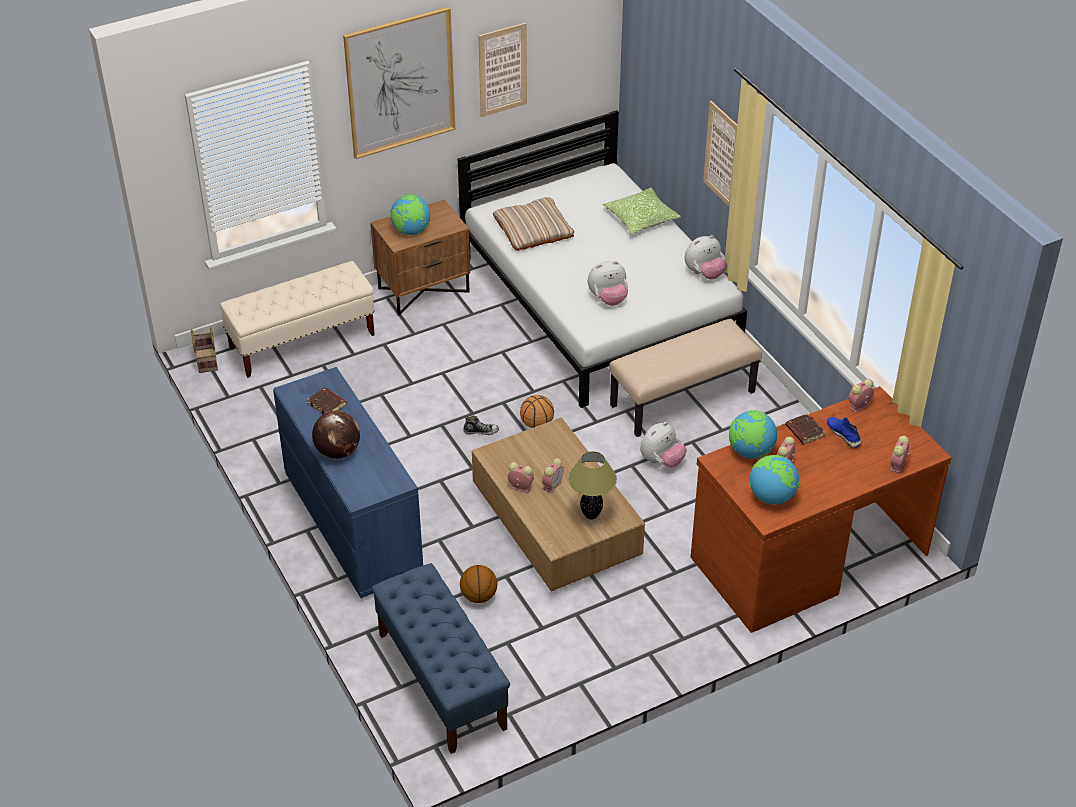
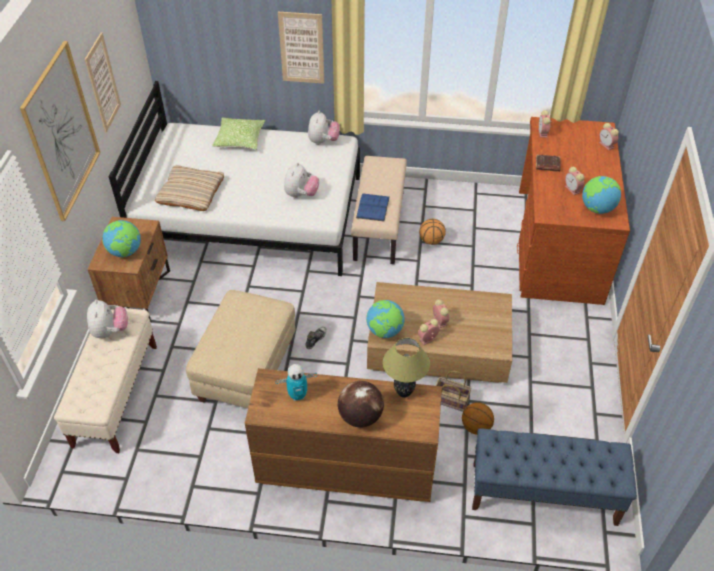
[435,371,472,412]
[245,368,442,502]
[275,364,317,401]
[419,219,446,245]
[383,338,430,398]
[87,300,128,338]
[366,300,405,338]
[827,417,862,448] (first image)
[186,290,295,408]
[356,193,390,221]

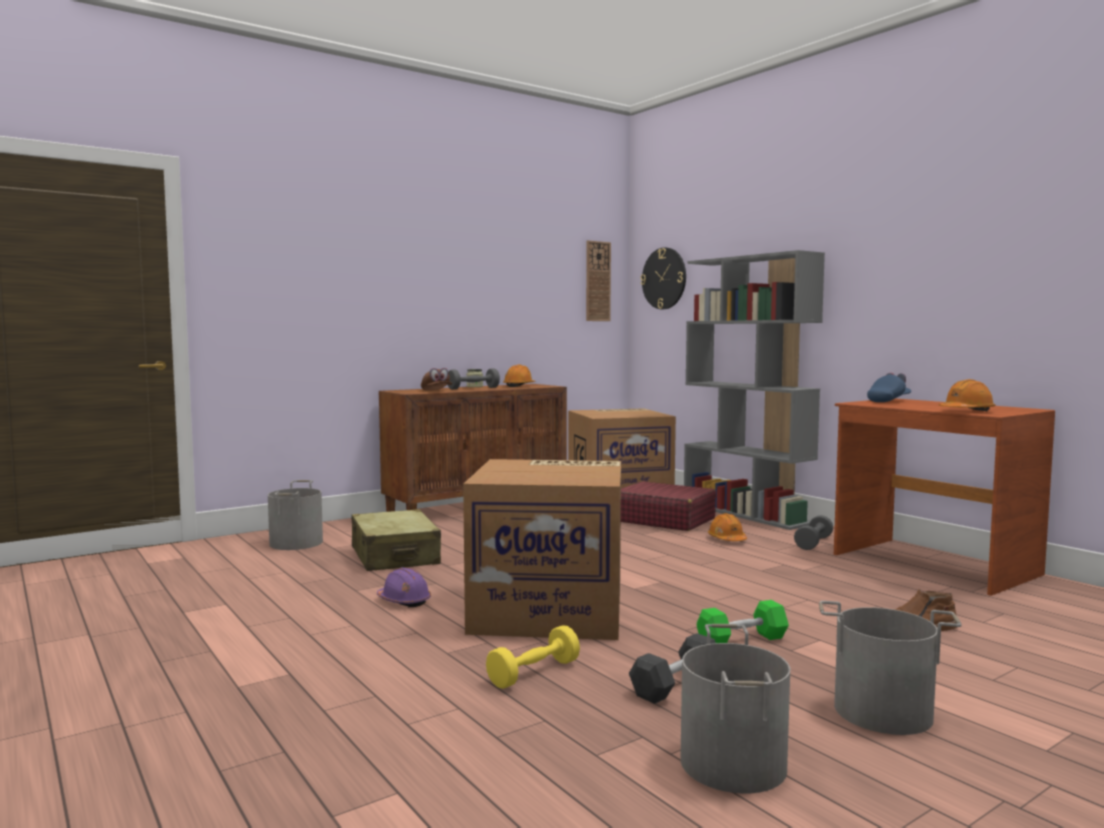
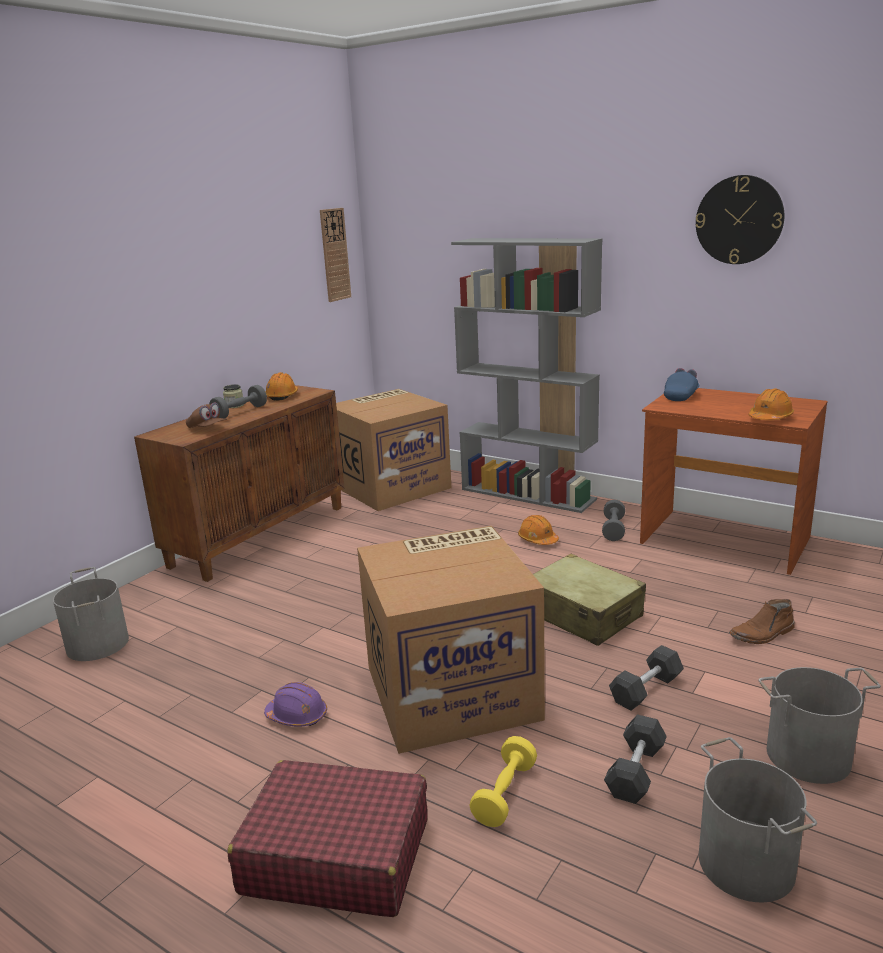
[533,554,646,646]
[227,760,428,917]
[695,175,784,264]
[609,645,684,711]

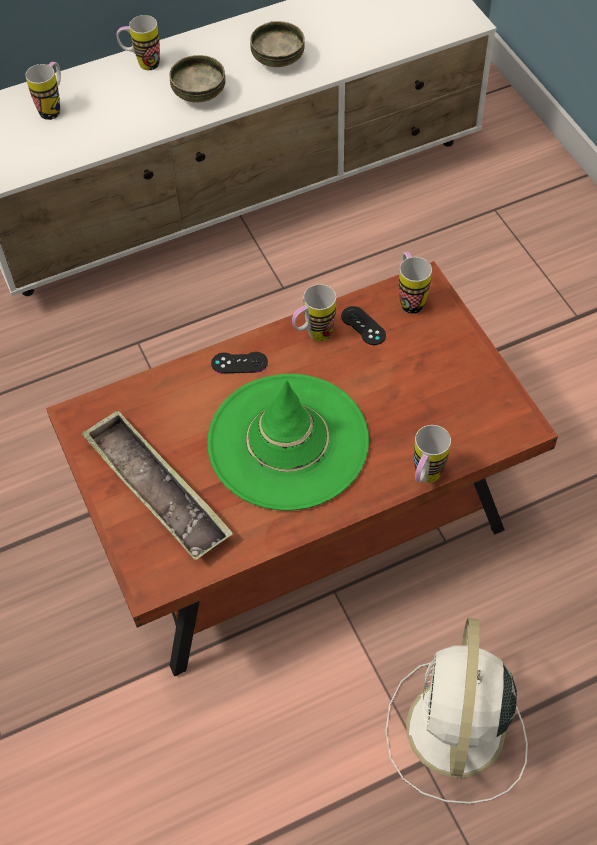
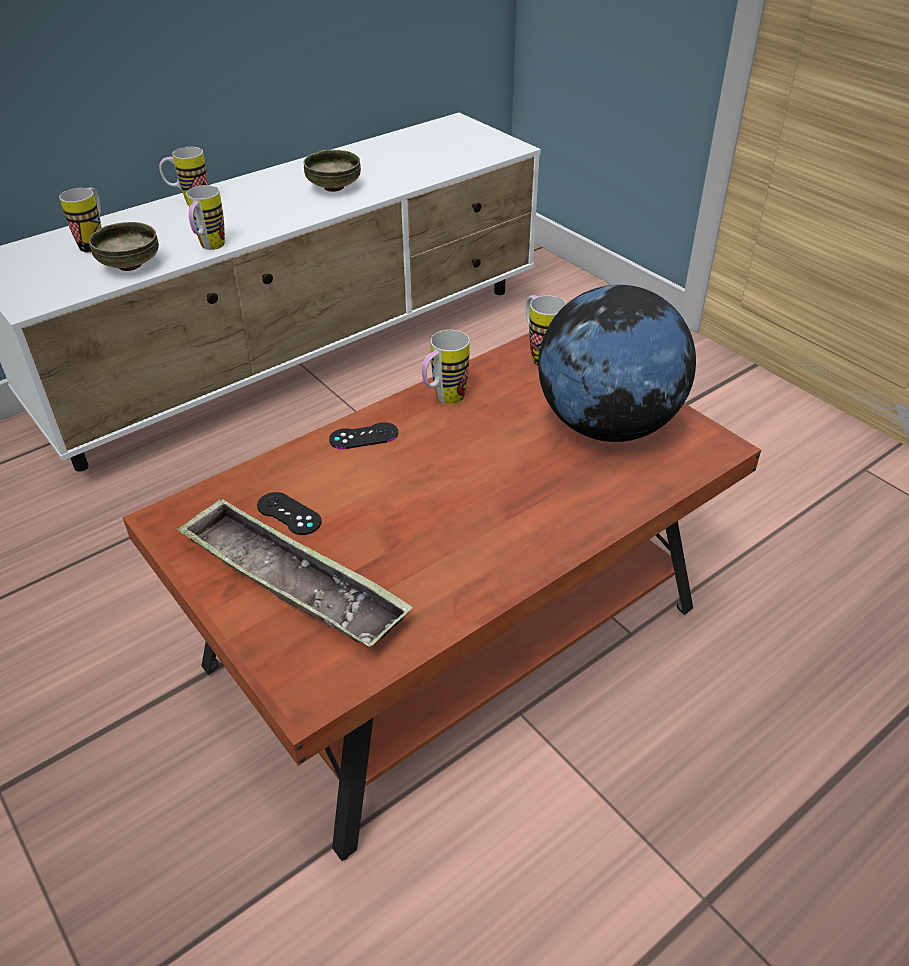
[89,222,159,271]
[207,374,369,511] (first image)
[257,492,322,535]
[385,618,528,804] (first image)
[186,185,225,250]
[538,285,696,442]

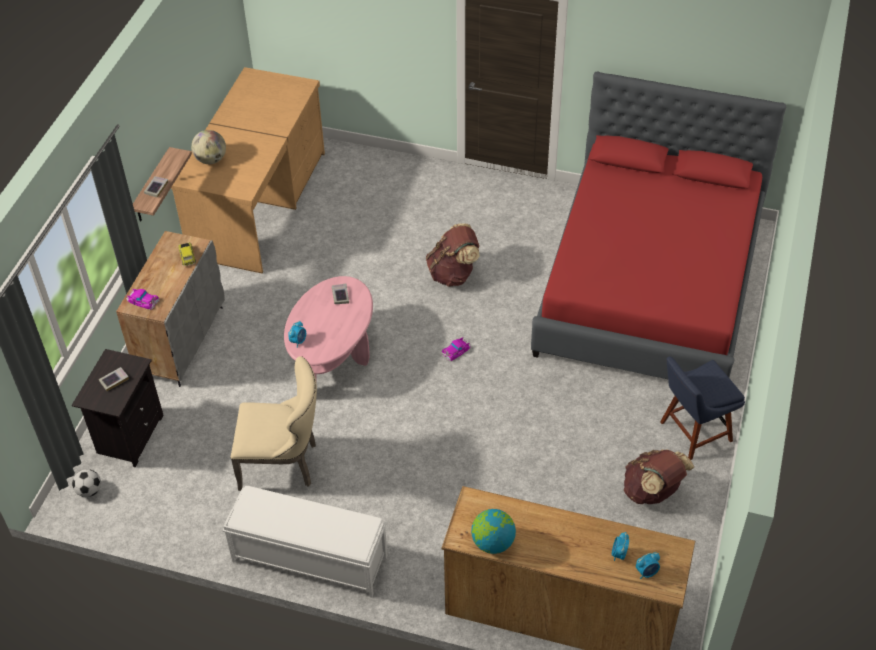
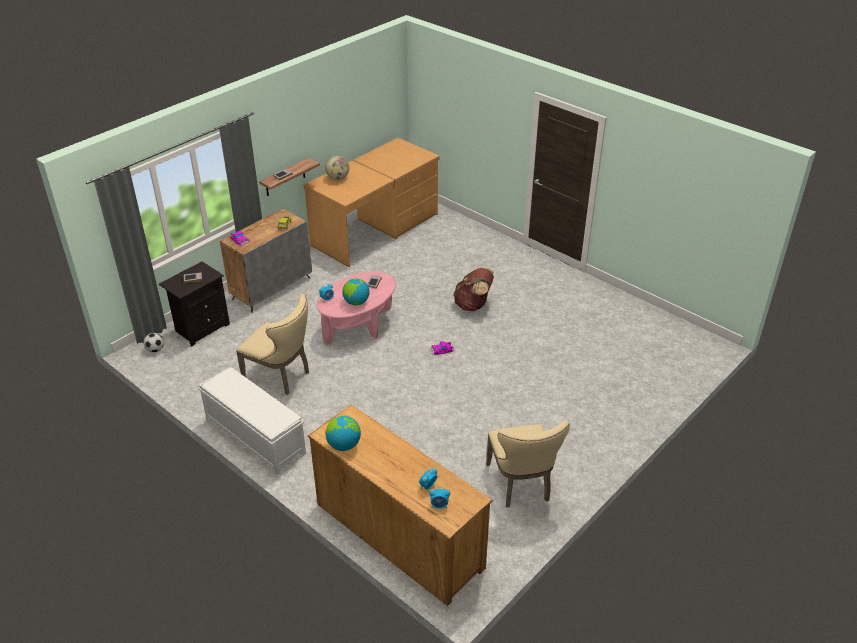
[531,72,786,379] (first image)
[486,421,570,507]
[660,356,745,460] (first image)
[342,278,369,306]

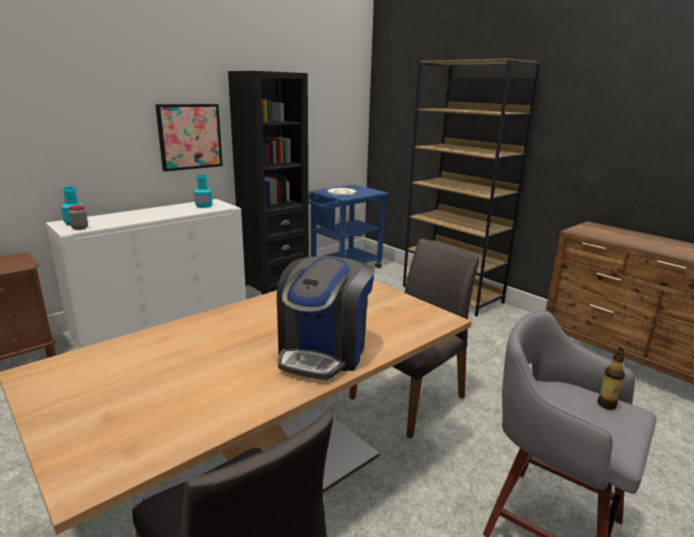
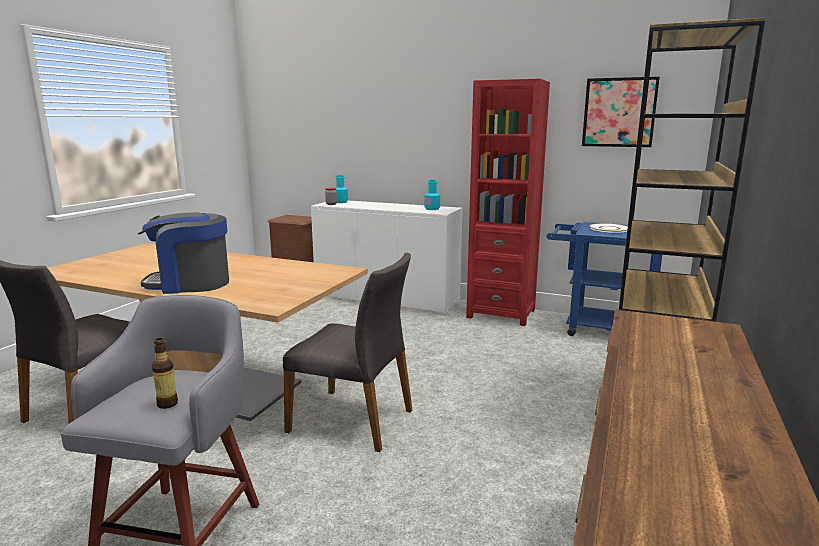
[582,77,660,147]
[466,79,550,326]

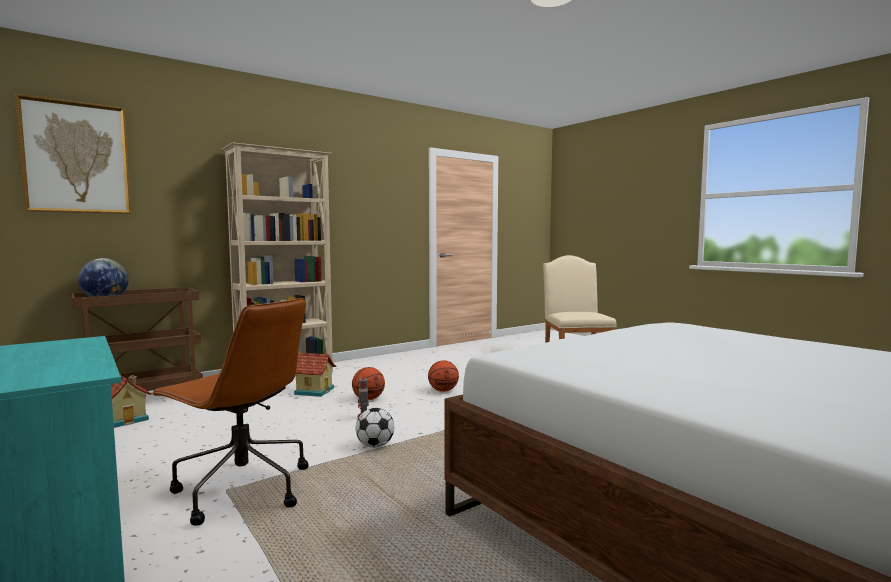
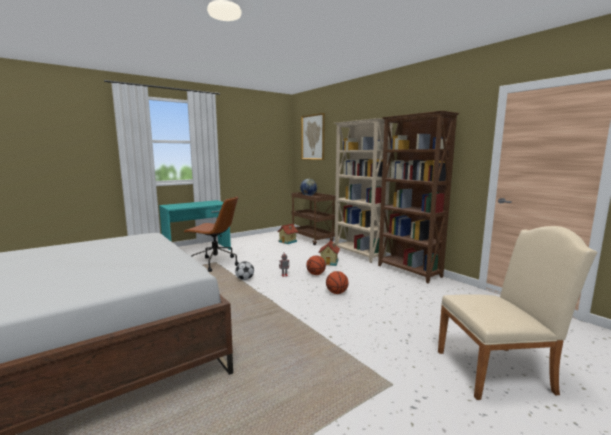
[184,196,239,272]
[378,111,459,283]

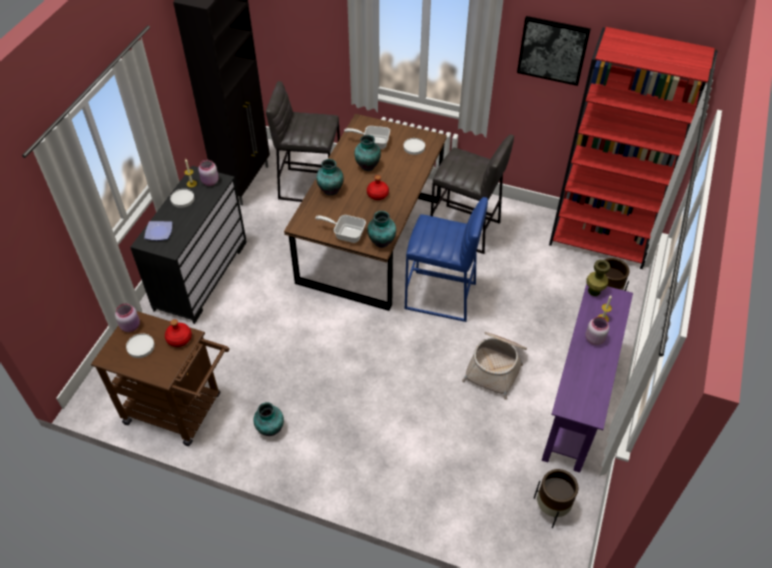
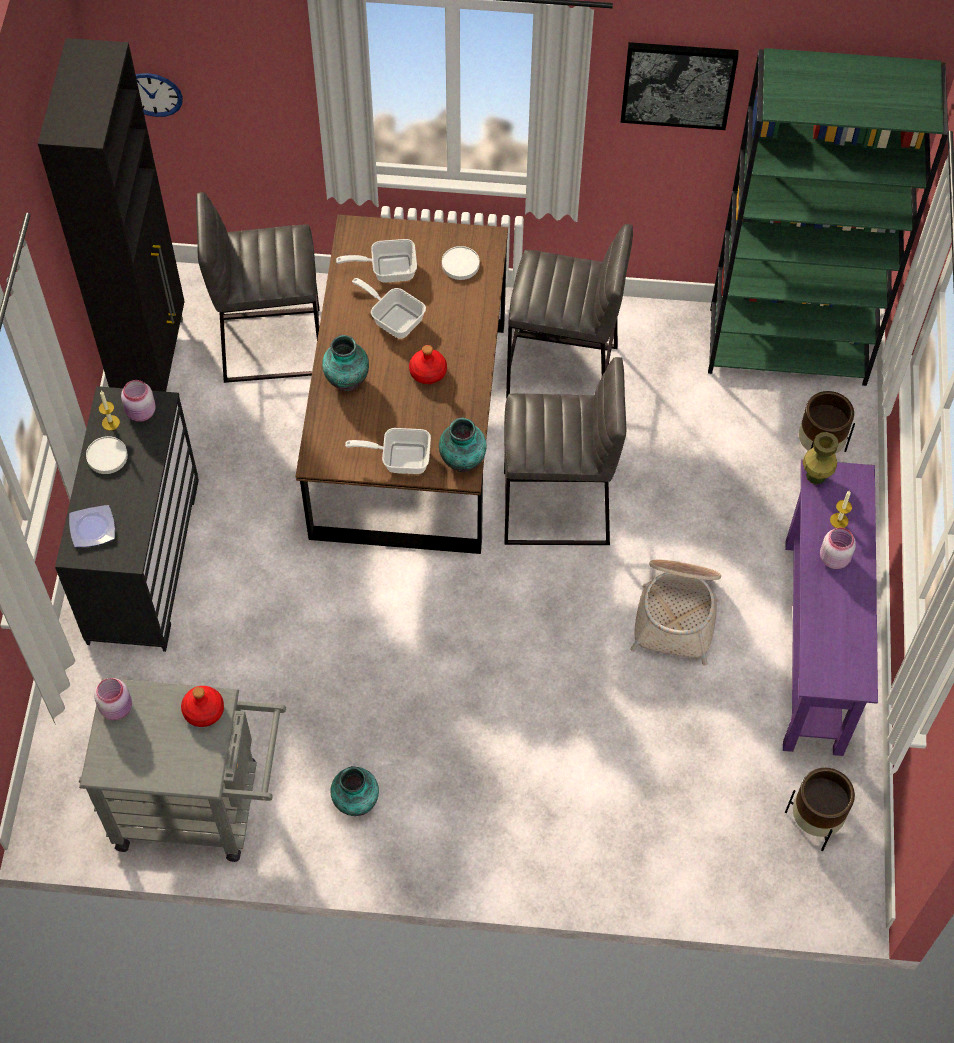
[79,678,286,862]
[126,333,155,358] (first image)
[352,278,426,339]
[504,357,626,545]
[708,48,948,386]
[136,73,183,117]

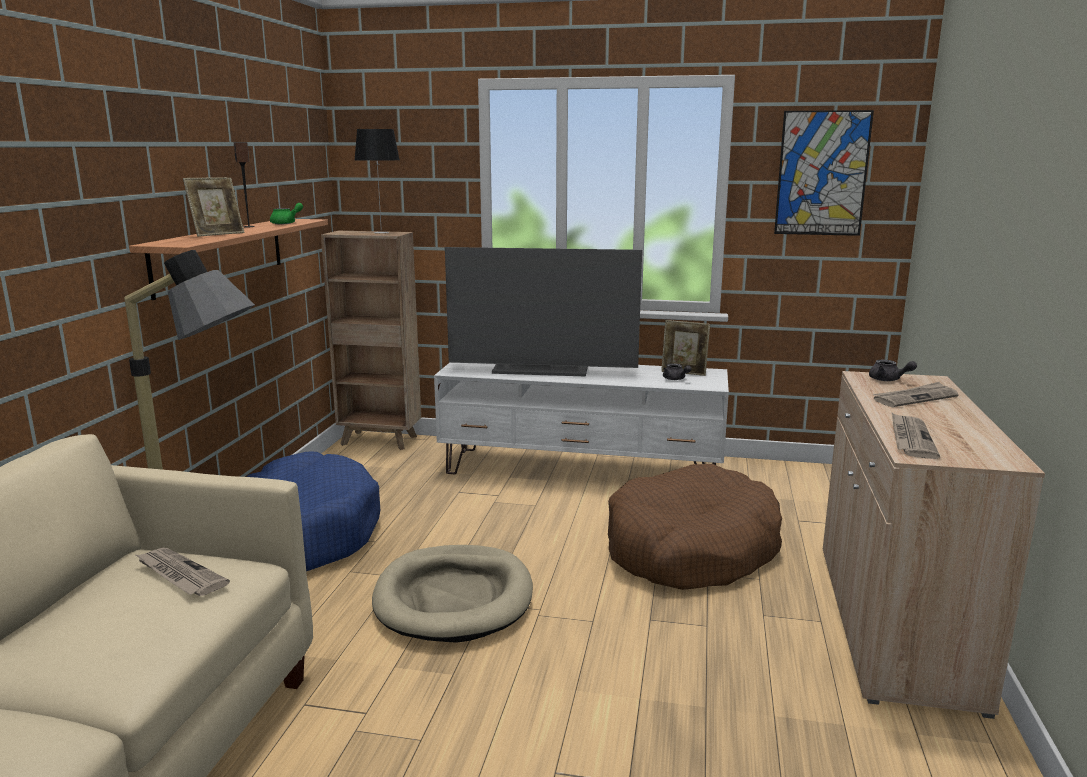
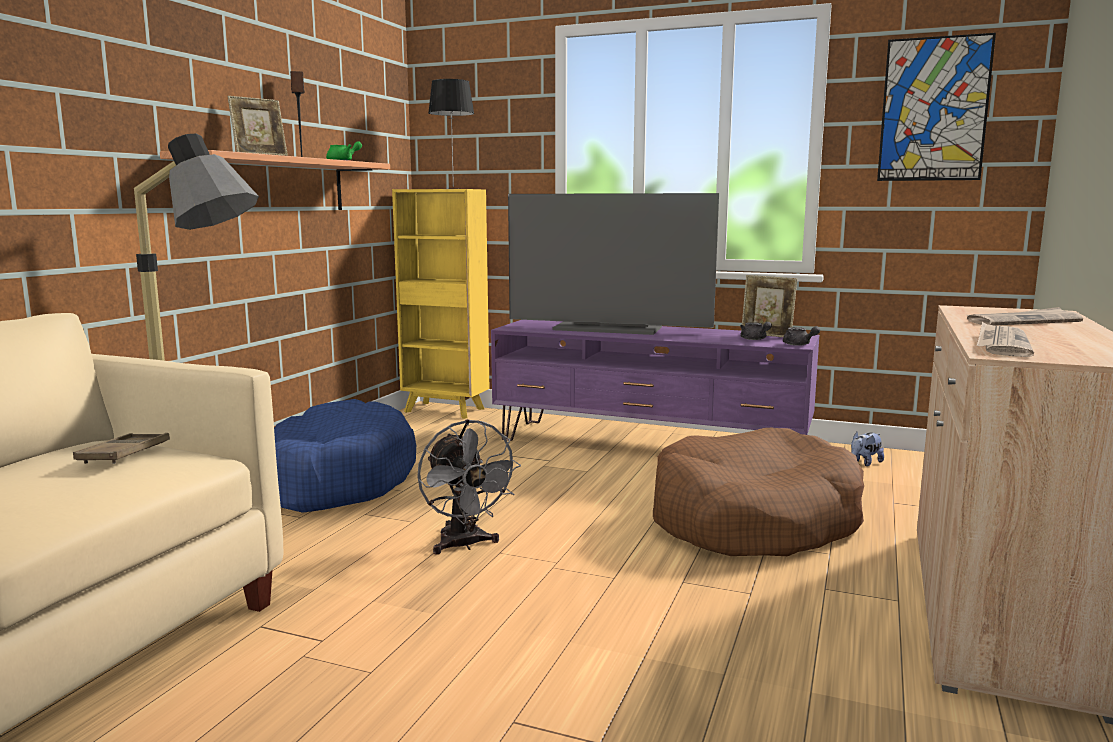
[73,433,170,464]
[392,189,490,419]
[417,419,521,555]
[491,320,819,441]
[783,326,820,346]
[851,432,884,466]

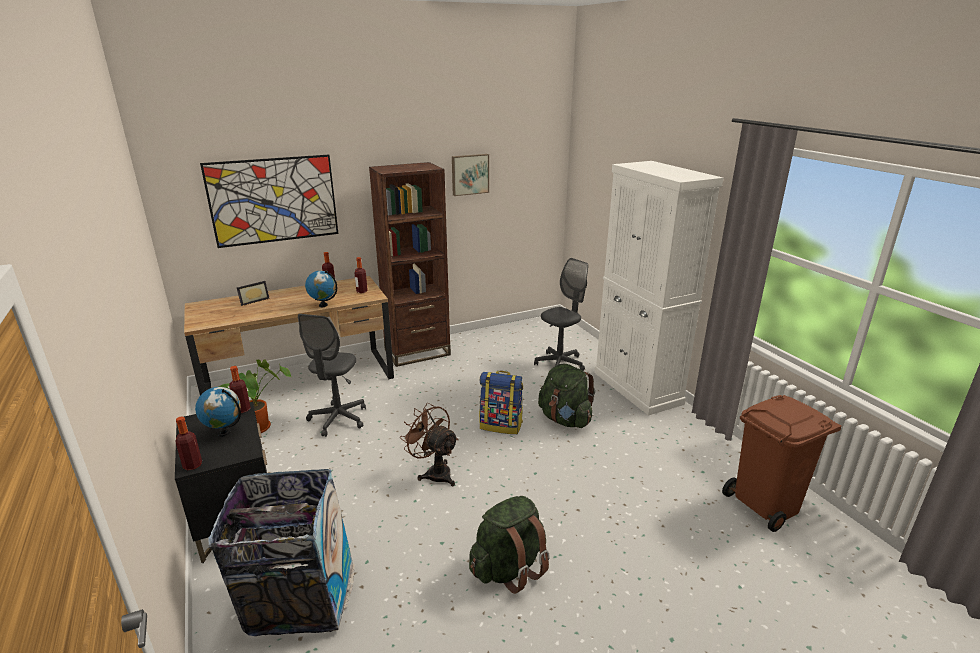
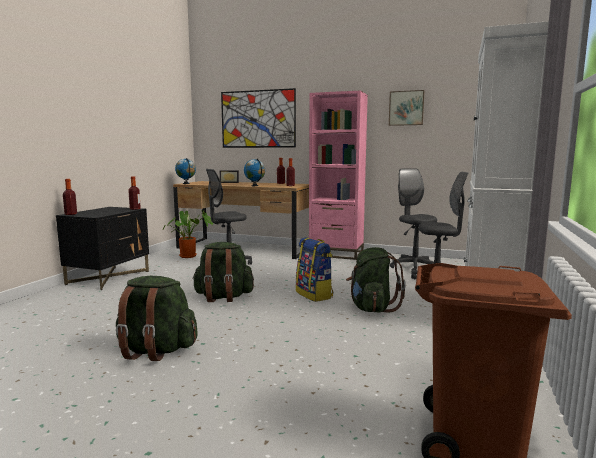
[175,158,196,184]
[208,469,355,636] (first image)
[309,91,368,260]
[192,242,254,302]
[390,168,437,272]

